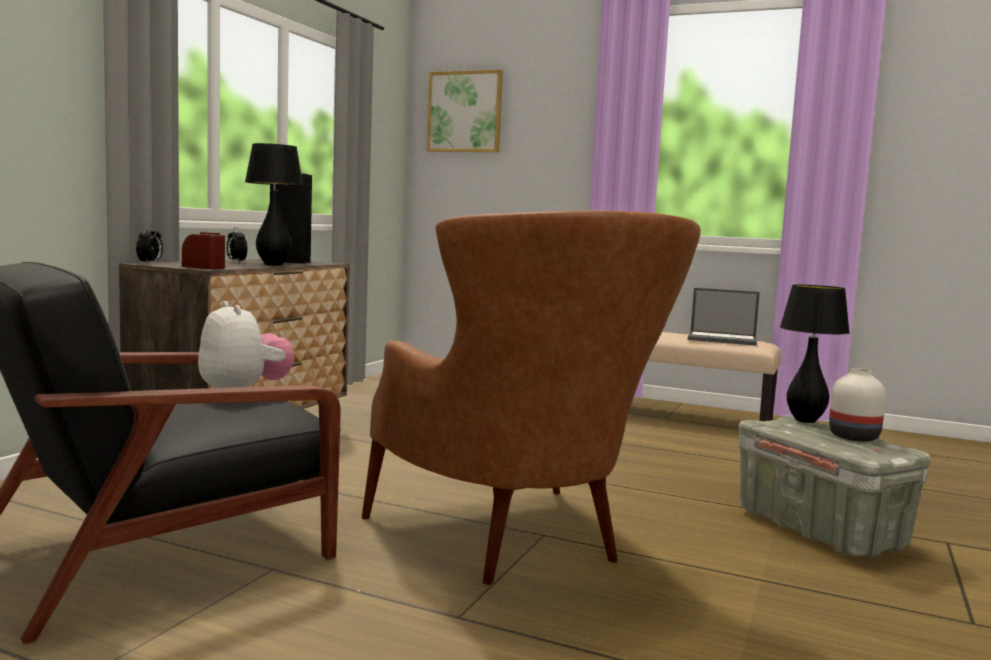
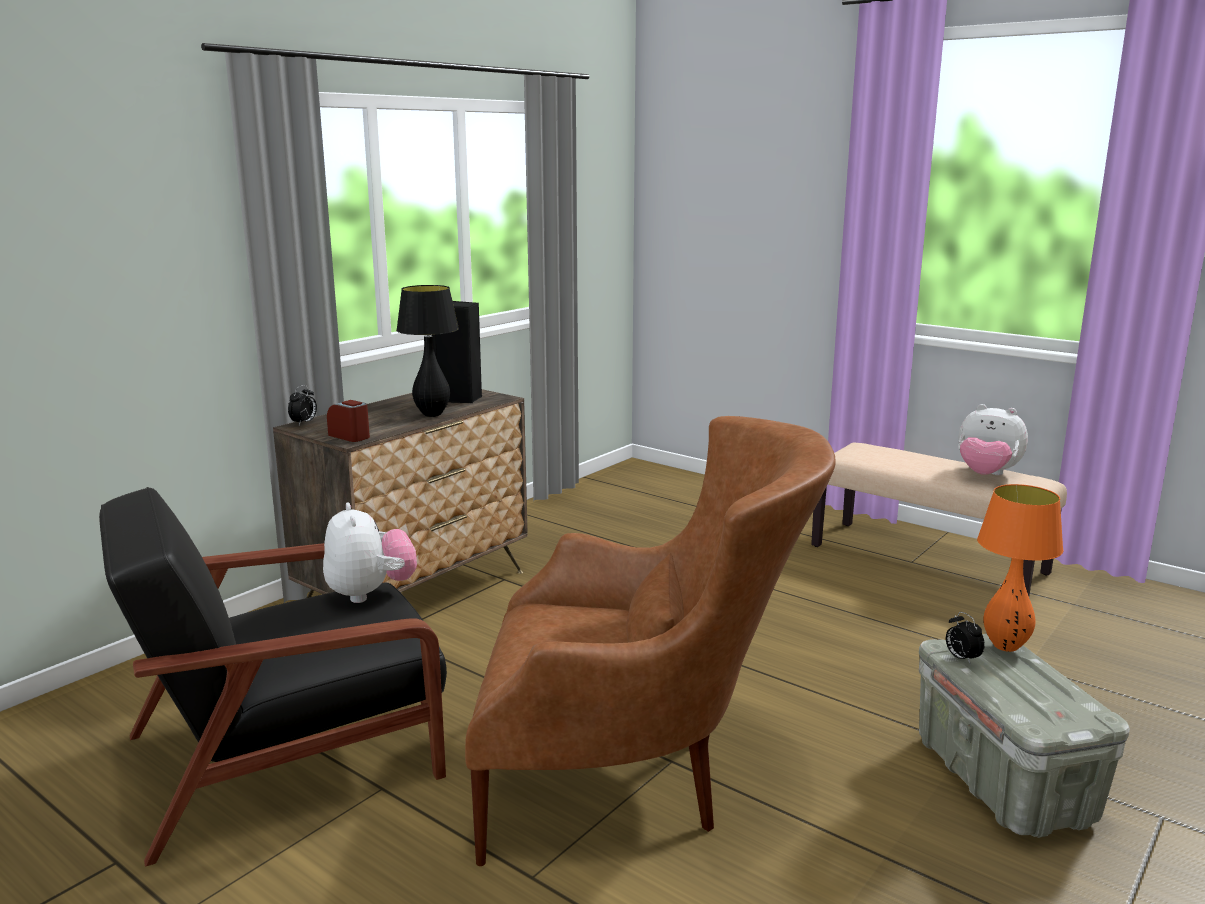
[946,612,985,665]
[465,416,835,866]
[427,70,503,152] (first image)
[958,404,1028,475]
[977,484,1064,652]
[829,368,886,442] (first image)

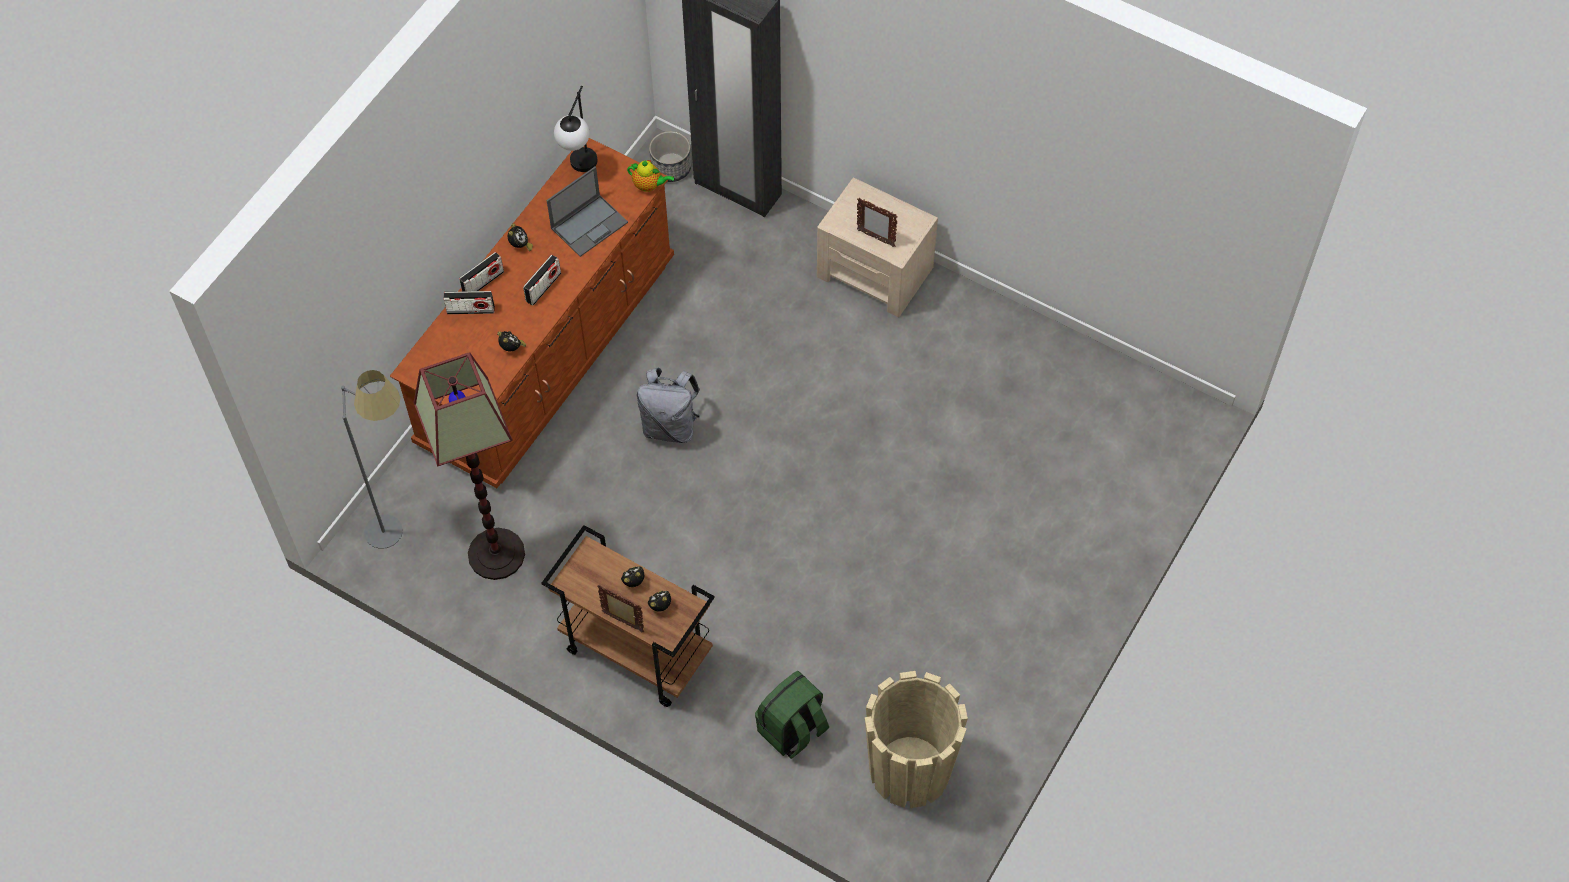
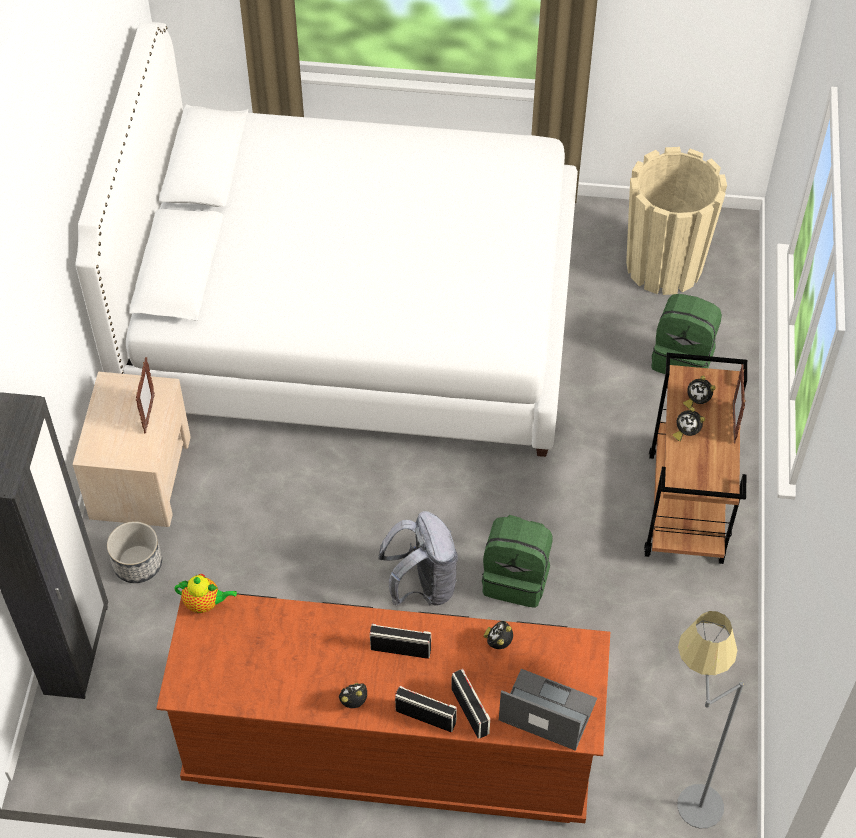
[413,352,525,580] (first image)
[499,669,597,751]
[554,86,597,172] (first image)
[174,574,237,613]
[107,521,162,583]
[75,22,578,457]
[482,515,553,608]

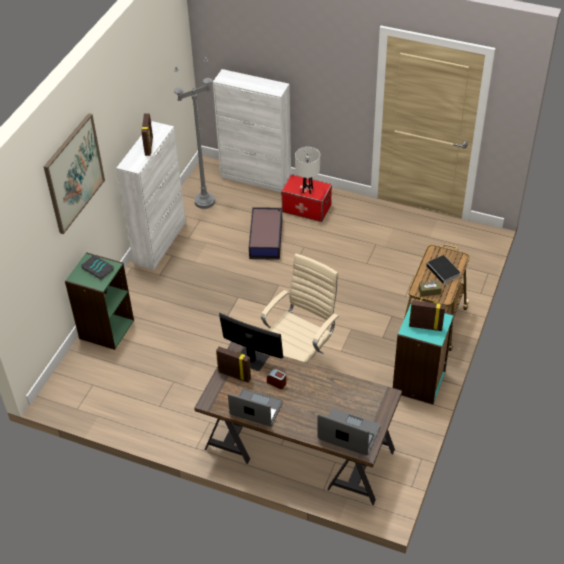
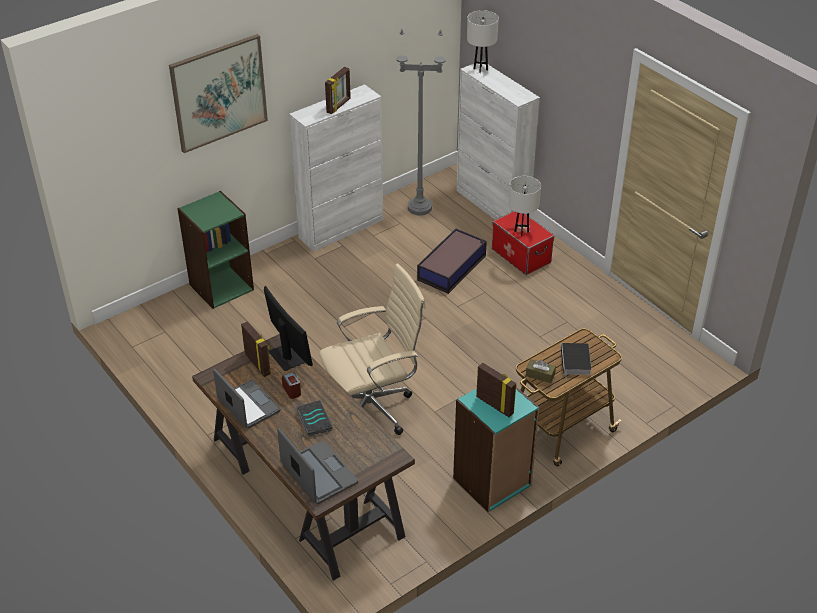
[296,400,332,437]
[467,10,499,73]

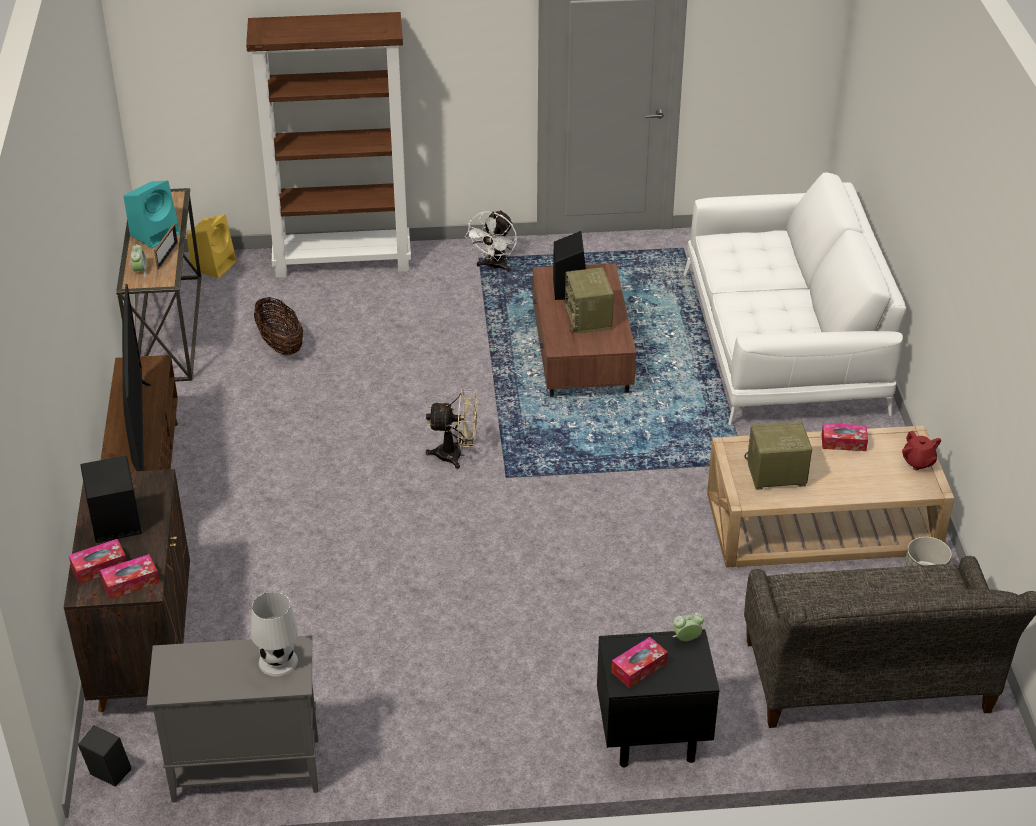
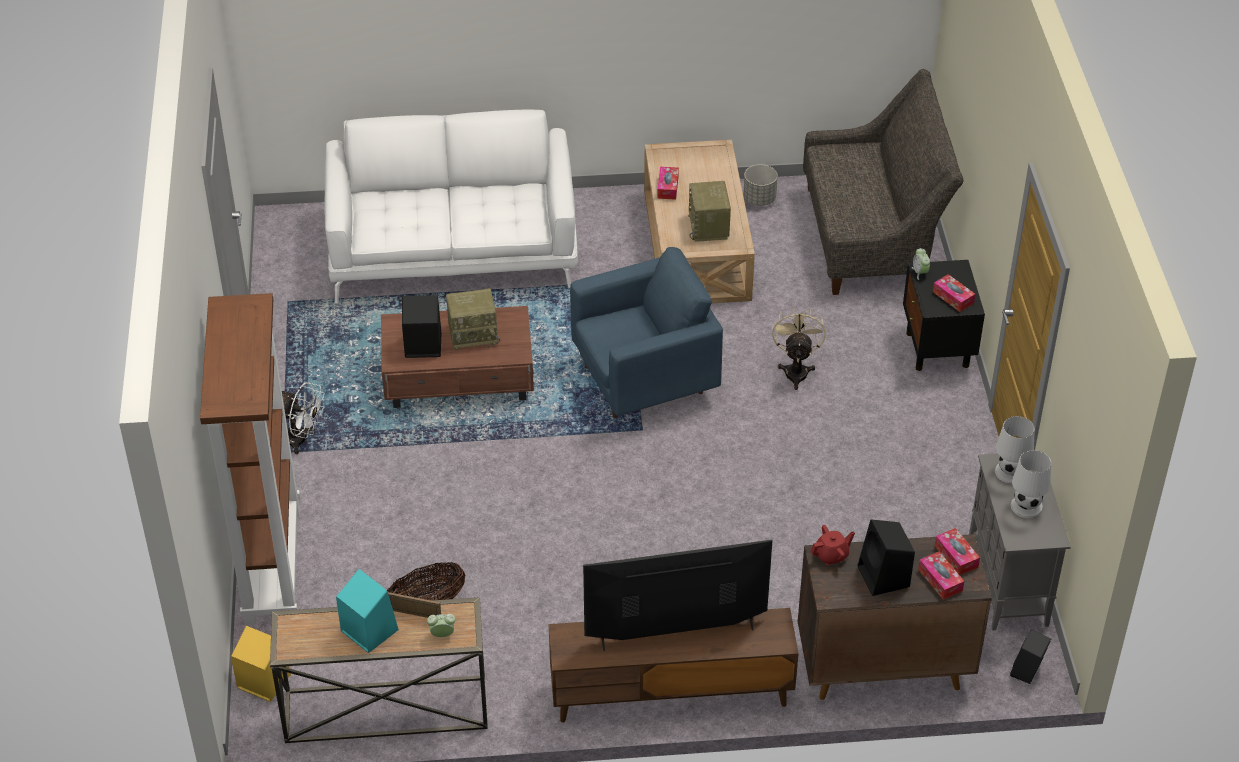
[772,307,826,390]
[810,525,855,565]
[570,247,723,418]
[1011,450,1051,518]

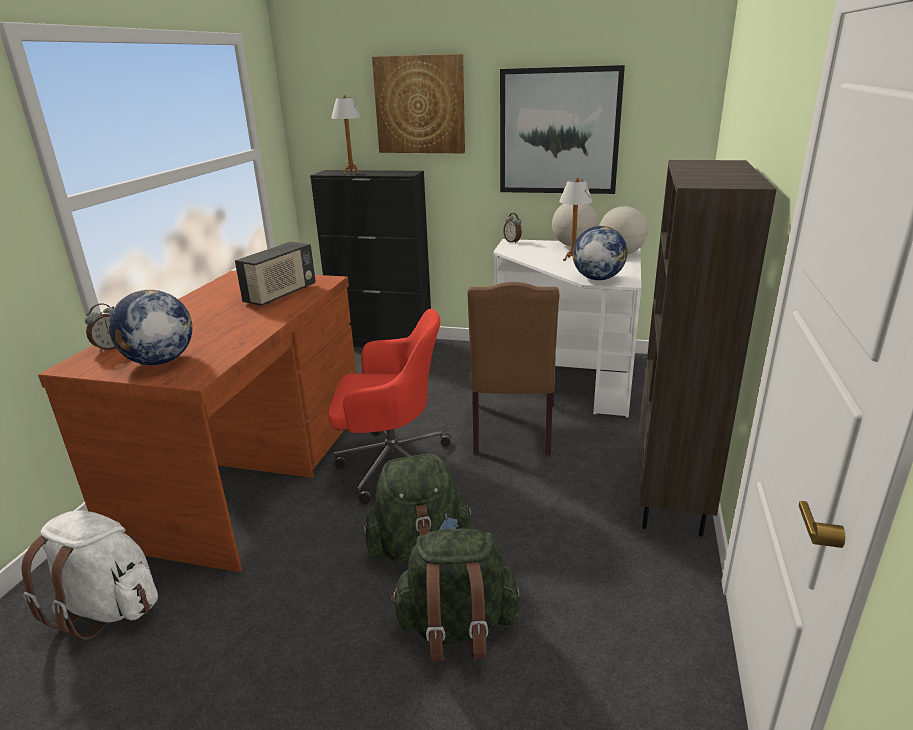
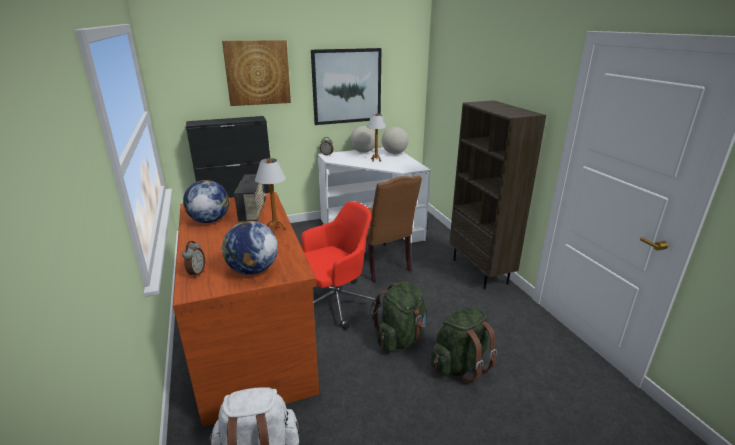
[255,158,286,233]
[183,180,229,223]

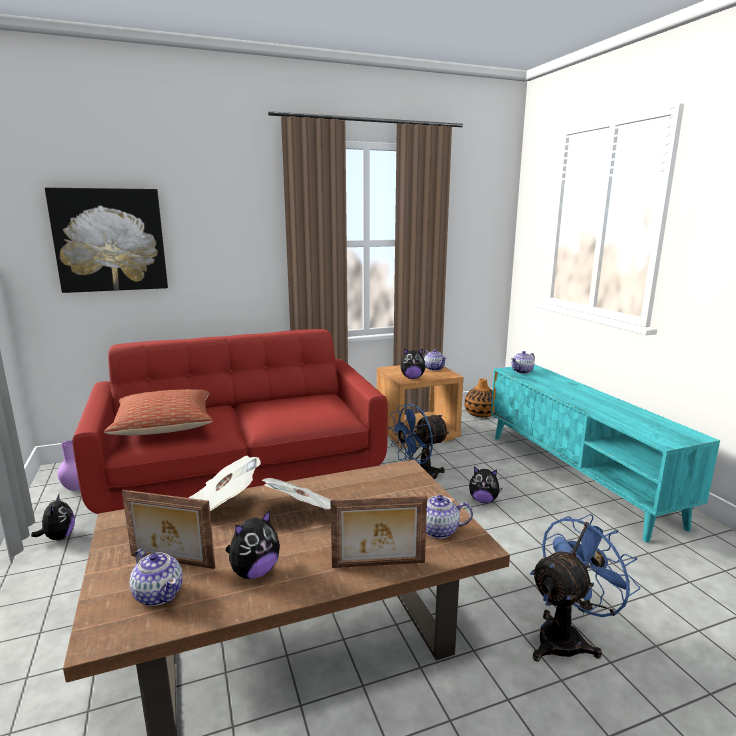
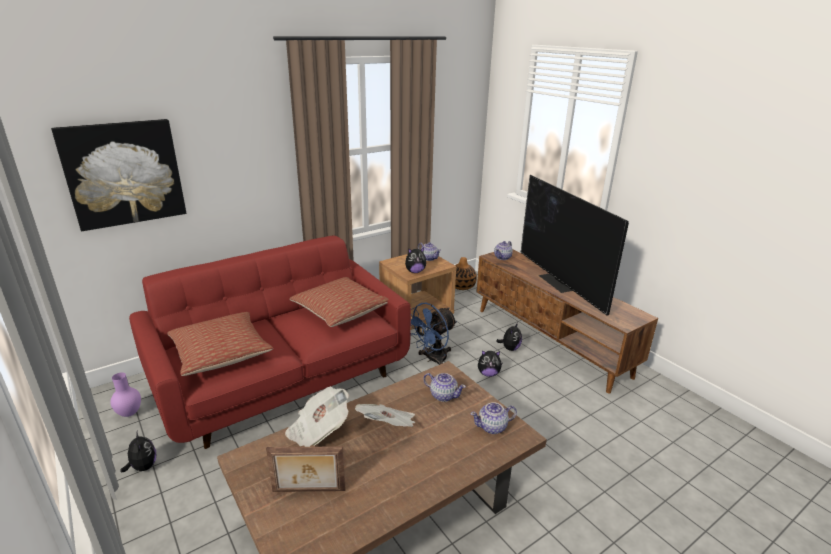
[423,373,466,402]
[496,323,522,351]
[330,495,427,568] (first image)
[476,250,658,394]
[530,514,640,661] (first image)
[289,277,388,327]
[521,175,629,316]

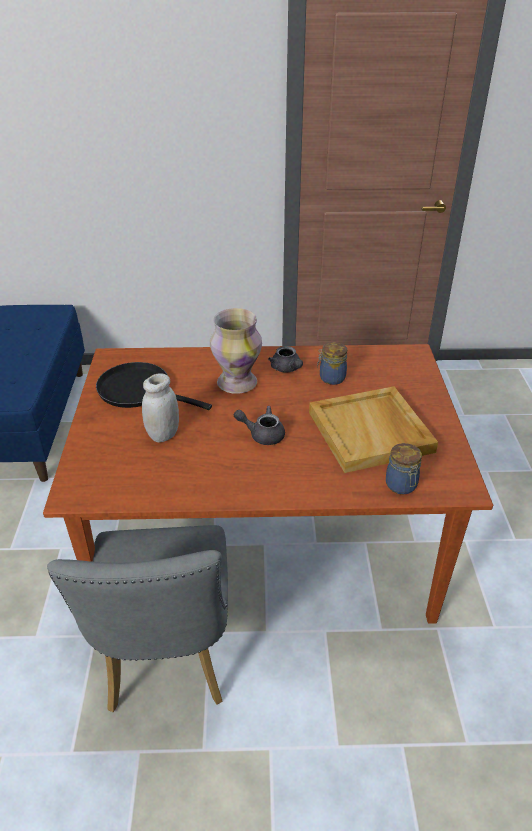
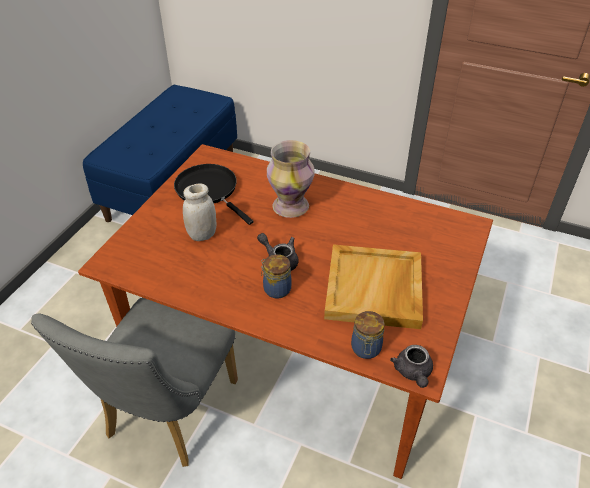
[390,345,433,388]
[261,254,291,298]

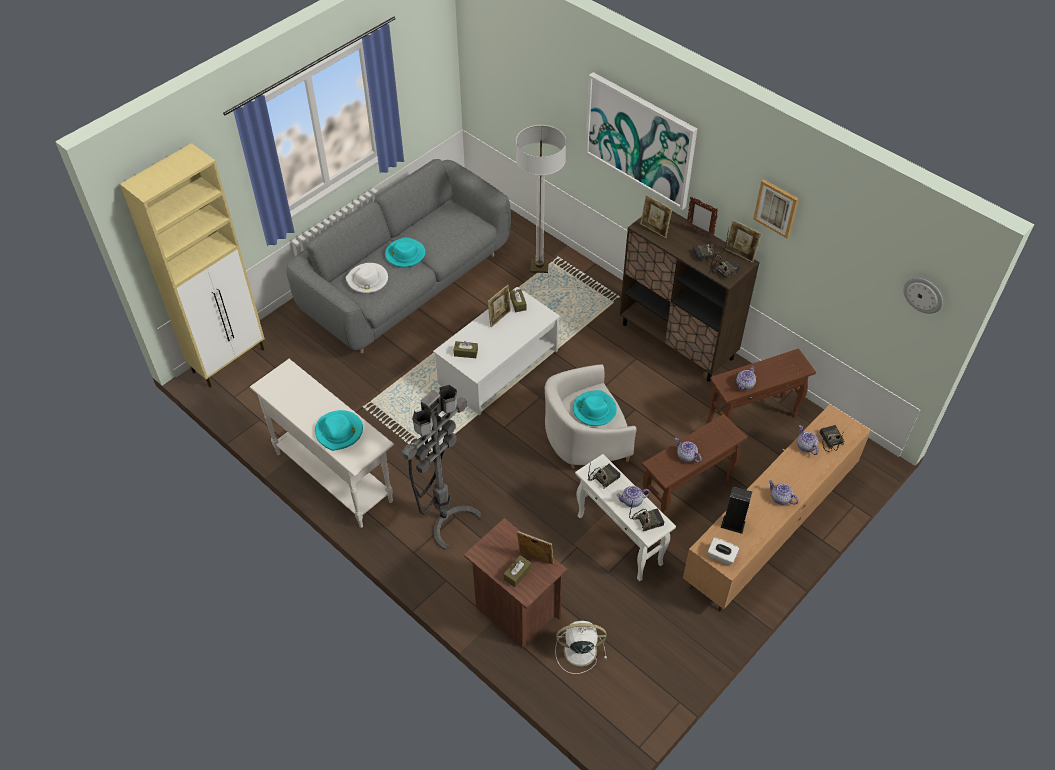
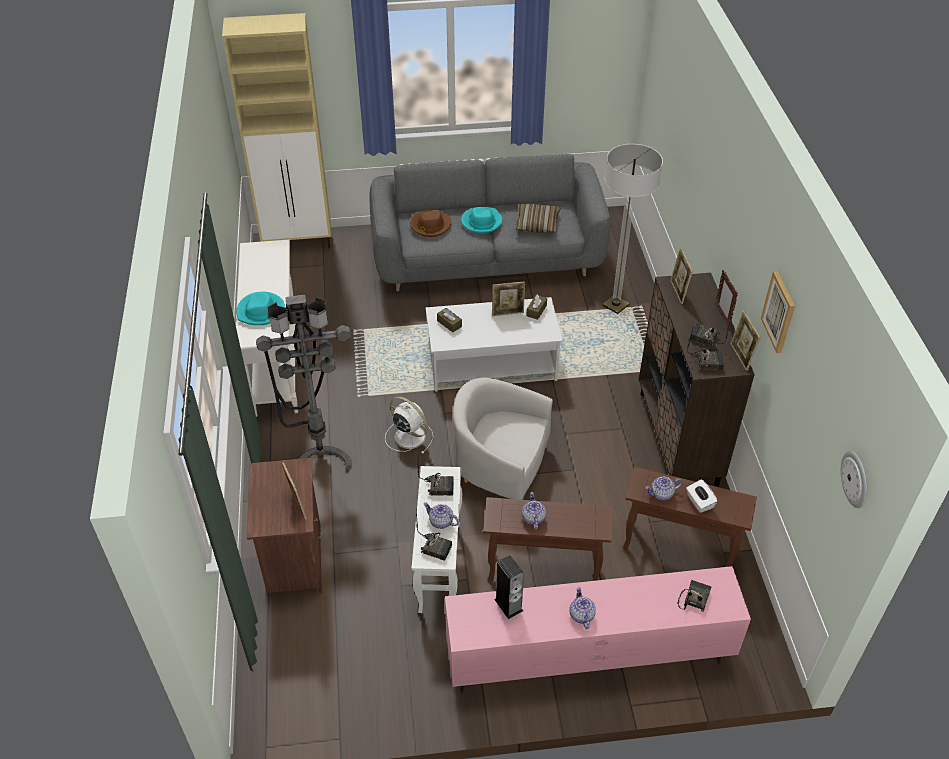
[410,210,452,237]
[504,555,531,587] (first image)
[385,396,434,454]
[573,390,617,426] (first image)
[585,72,697,210] (first image)
[445,566,751,693]
[686,479,718,513]
[797,425,819,455] (first image)
[515,204,560,233]

